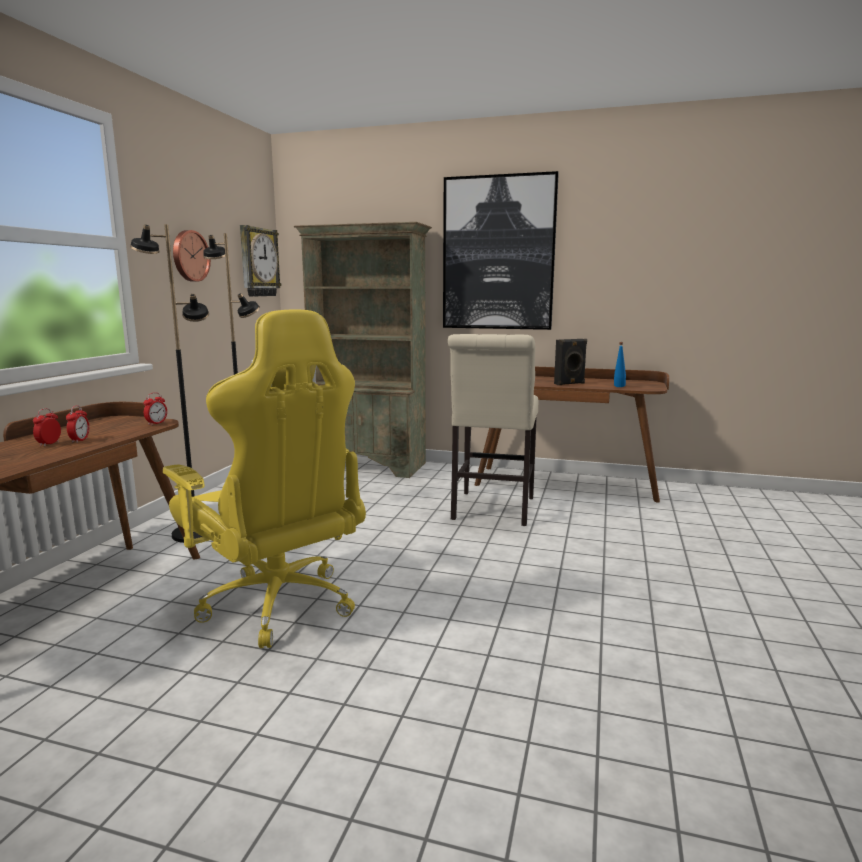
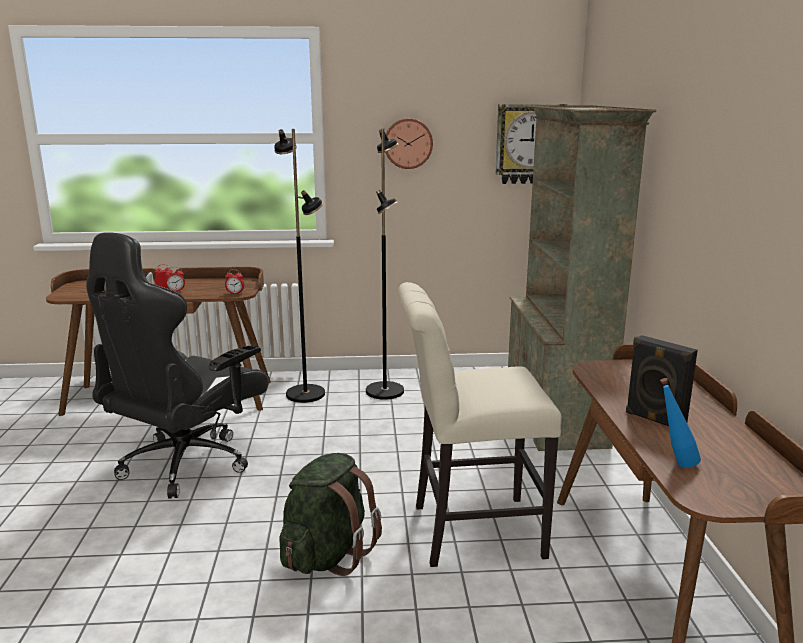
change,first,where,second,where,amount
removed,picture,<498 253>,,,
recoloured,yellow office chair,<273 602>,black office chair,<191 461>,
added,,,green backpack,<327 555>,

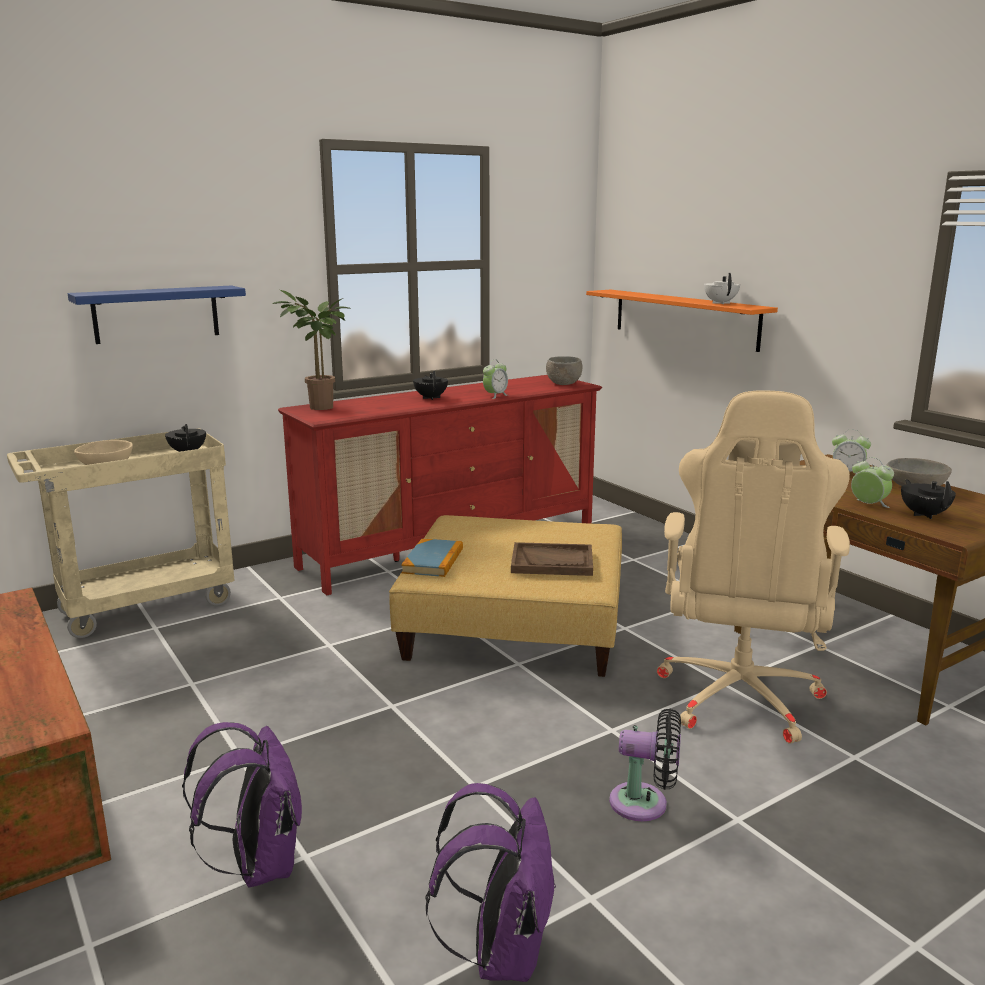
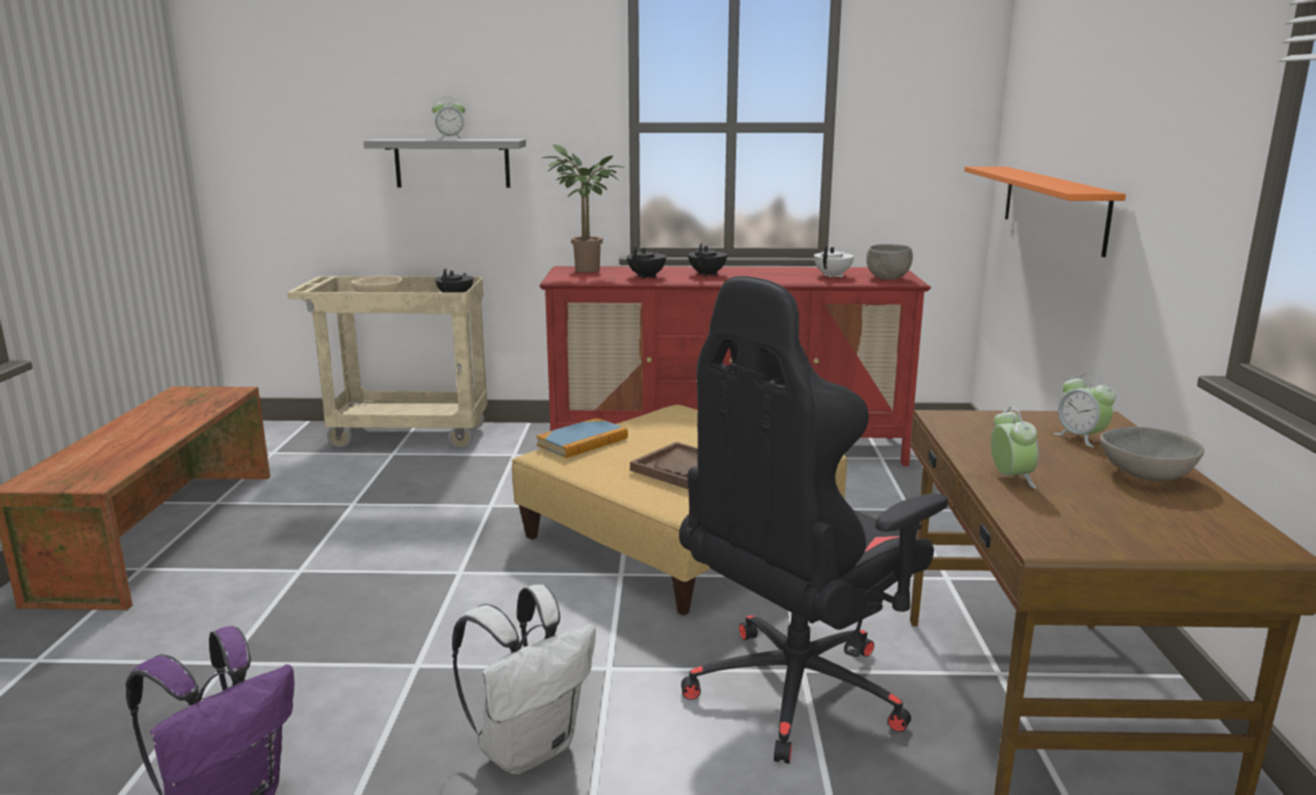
change,first,where,second,where,amount
moved,white teapot,<720 303>,,<833 276>,
recoloured,blue shelf,<156 314>,grey shelf,<452 163>,
moved,alarm clock,<495 396>,,<450 139>,
recoloured,beige office chair,<738 697>,black office chair,<797 690>,
moved,black teapot,<924 514>,,<647 276>,
replaced,black fan,<645 803>,white backpack,<528 747>,
removed,purple backpack,<258 864>,,,

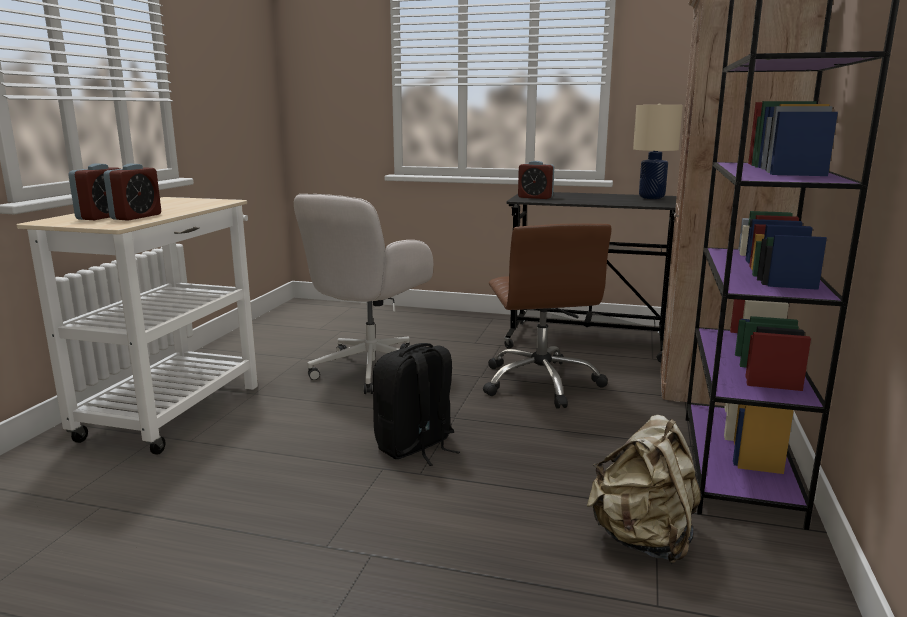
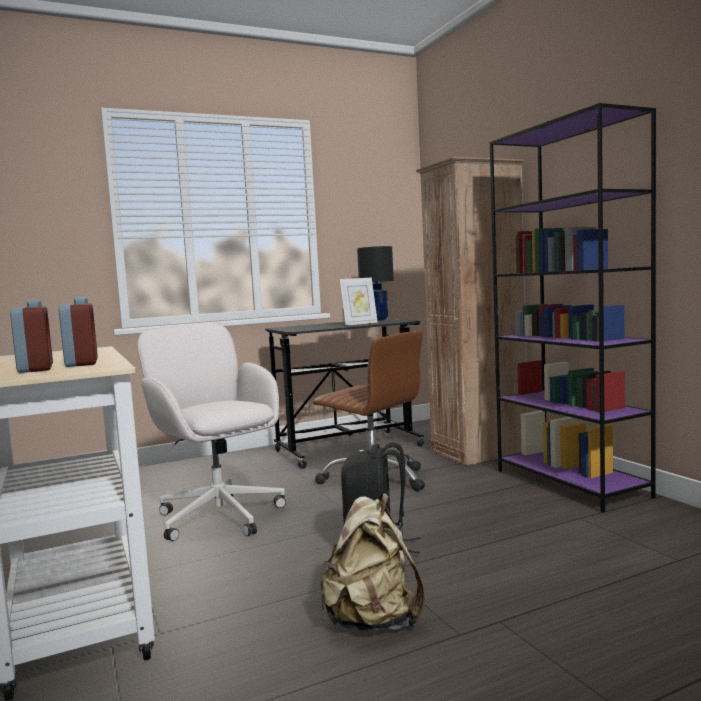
change,first,where,second,where,amount
recoloured,beige table lamp,<652 198>,black table lamp,<378 320>,
removed,alarm clock,<535 197>,,,
turned,white office chair,<371 370>,,<220 517>,150 degrees clockwise
moved,beige backpack,<643 540>,,<373 621>,
added,,,picture frame,<360 323>,

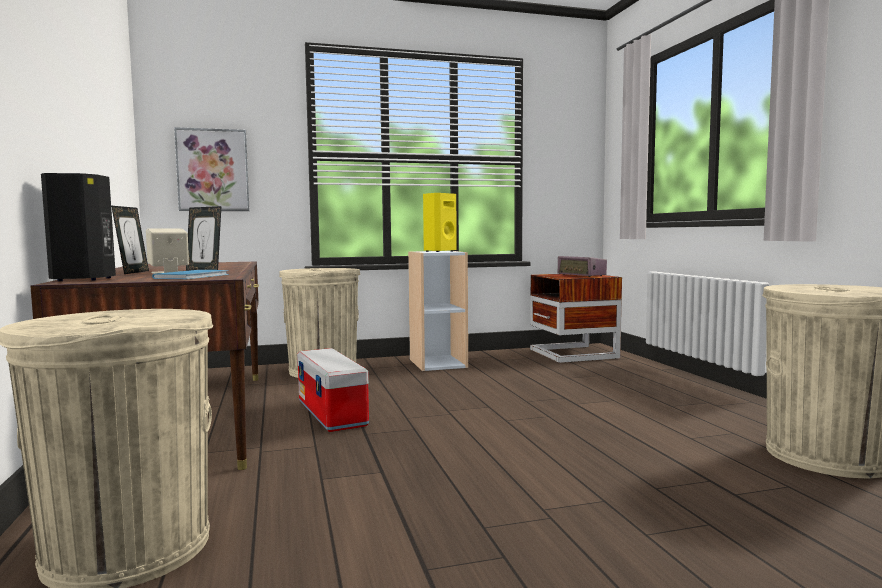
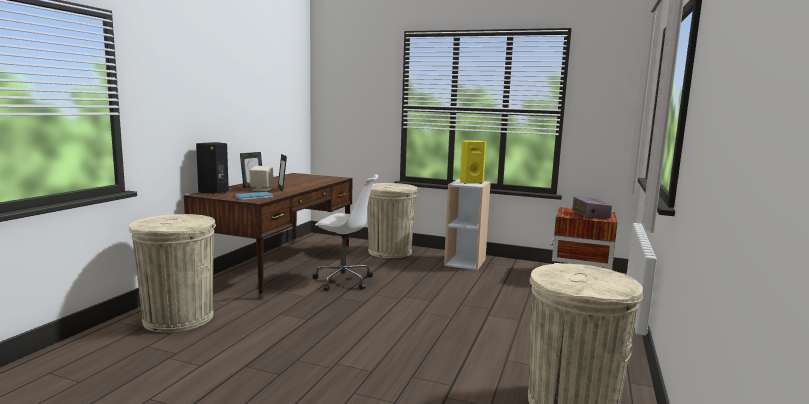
change,first,where,second,where,amount
removed,picture,<213 170>,,,
replaced,storage box,<332 413>,white office chair,<345 281>,

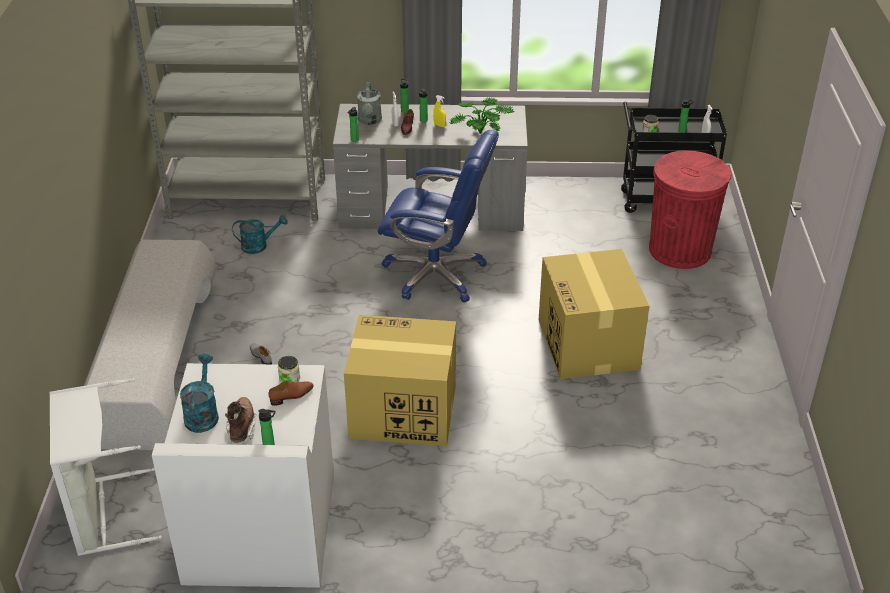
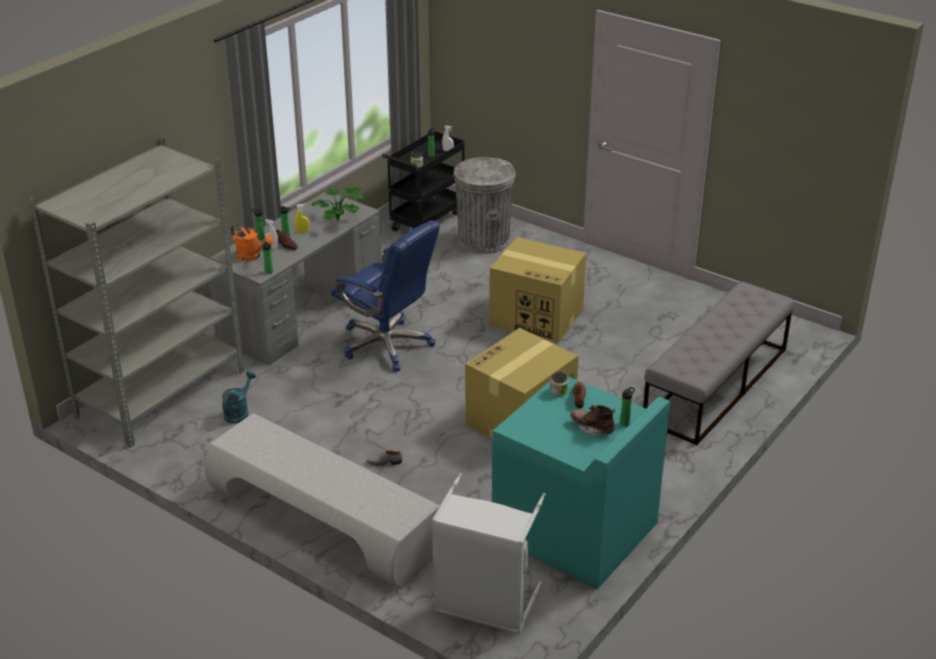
change,first,where,second,where,amount
recoloured,grey watering can,<370 121>,orange watering can,<252 256>,
turned,blue office chair,<436 275>,,<386 345>,75 degrees clockwise
recoloured,red trash can,<679 250>,grey trash can,<483 240>,
removed,turquoise watering can,<202 414>,,,
recoloured,white washing machine,<259 527>,turquoise washing machine,<573 530>,
added,,,grey bench,<716 385>,

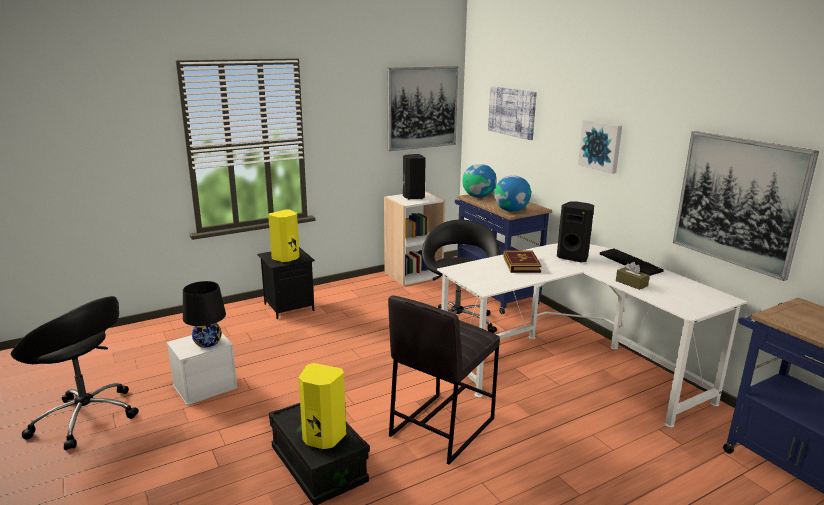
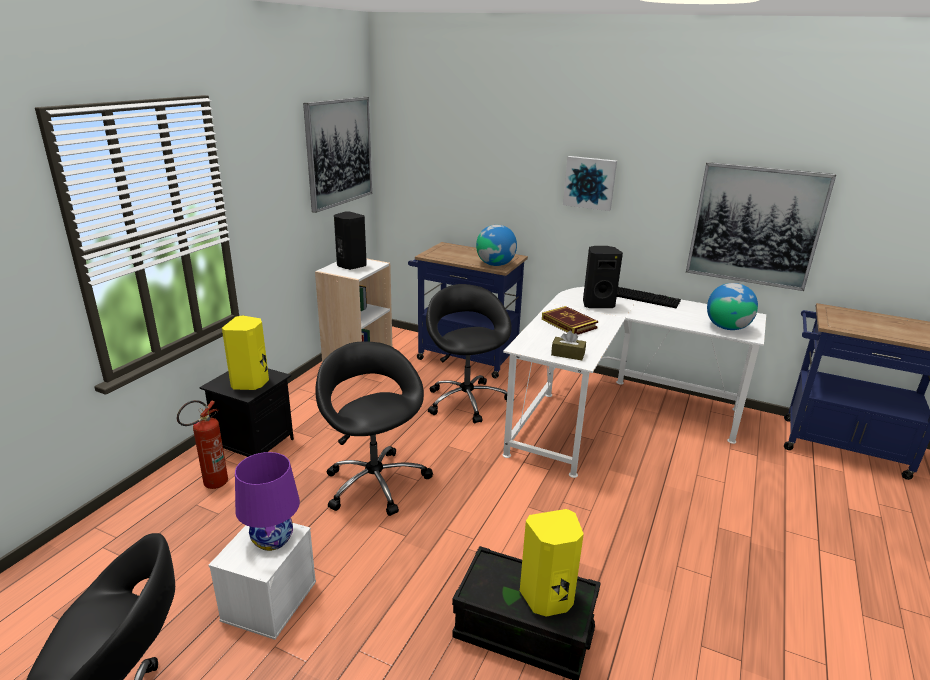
change,first,where,second,where,amount
removed,picture,<512 112>,,,
moved,globe,<478 196>,,<727 327>,
moved,brown tissue box,<631 283>,,<568 354>,
recoloured,black table lamp,<208 342>,purple table lamp,<273 539>,
removed,grey stool,<441 427>,,,
added,,,black office chair,<375 483>,
added,,,fire extinguisher,<211 485>,

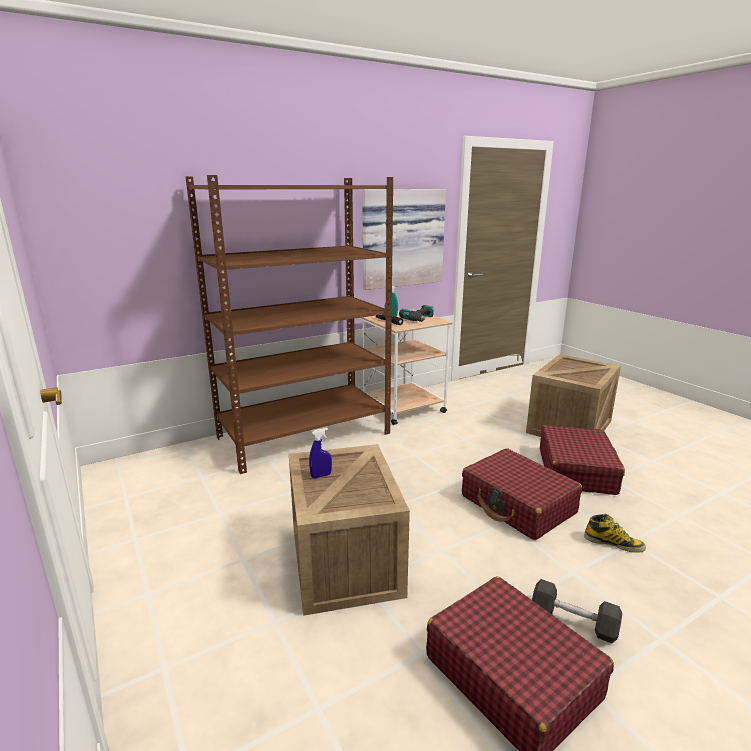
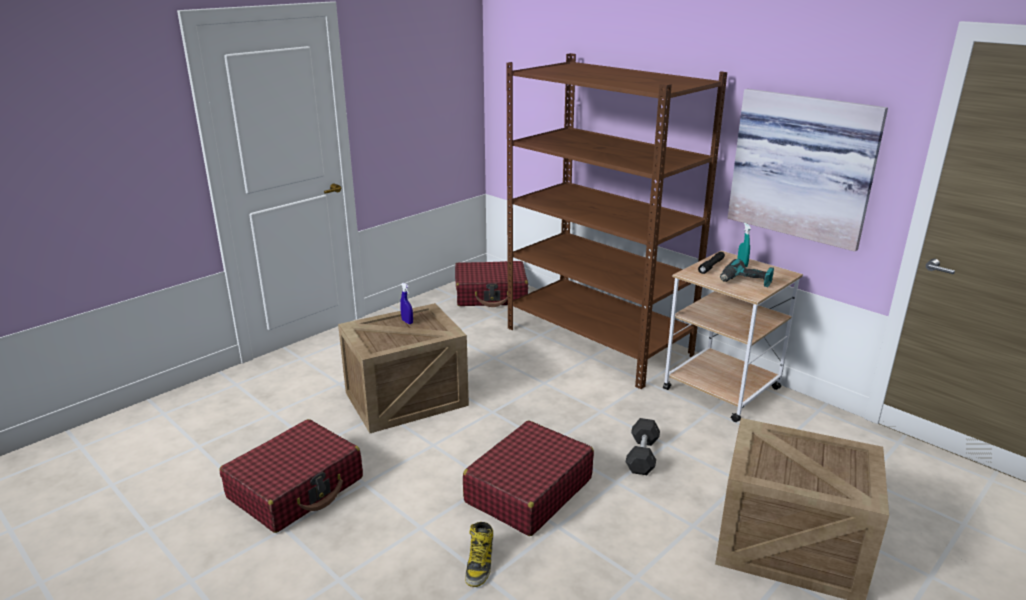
change,first,where,second,where,amount
moved,red suitcase,<576 470>,,<491 295>,
moved,grey dumbbell,<573 621>,,<642 455>,

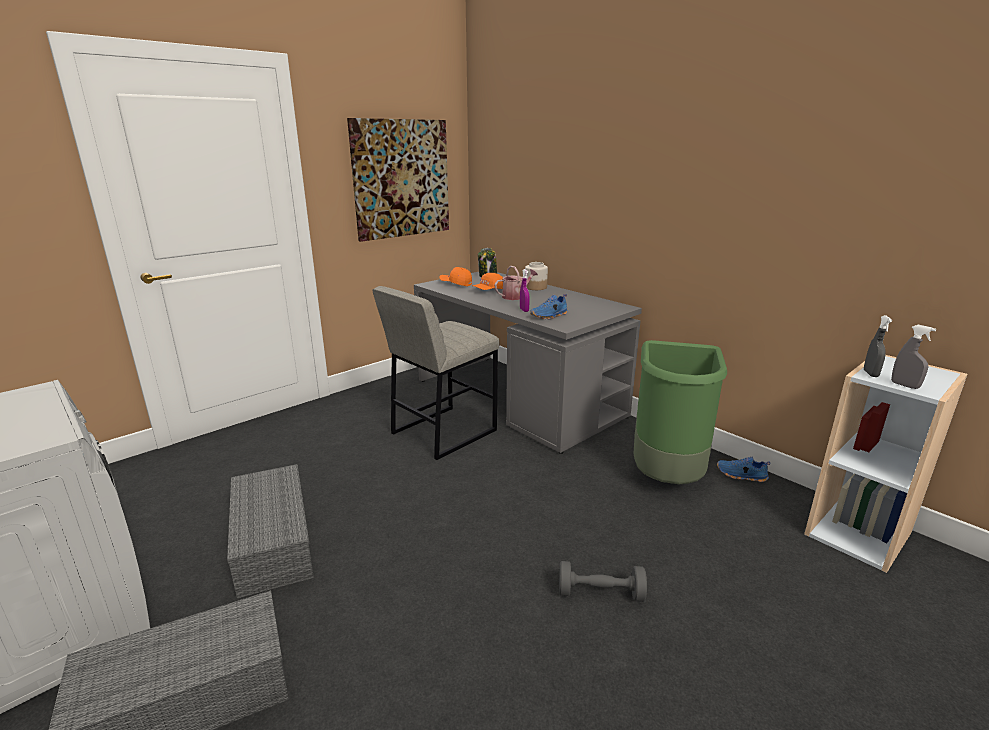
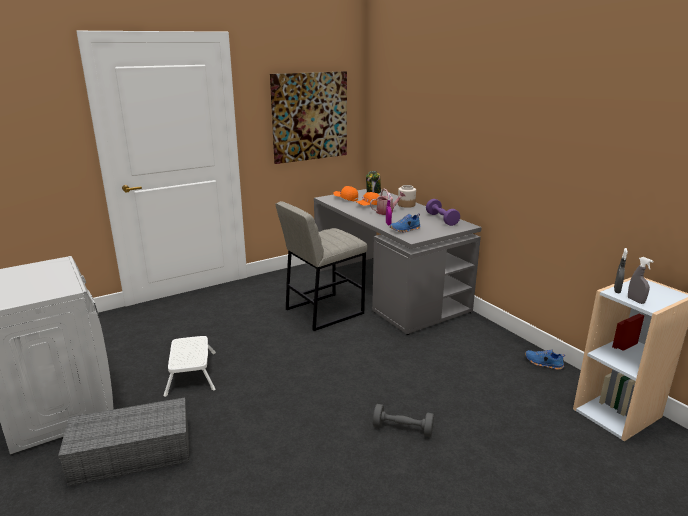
change,first,where,second,where,amount
removed,green trash can,<667 477>,,,
replaced,grey storage box,<271 541>,white step ladder,<191 373>,
added,,,purple dumbbell,<441 219>,

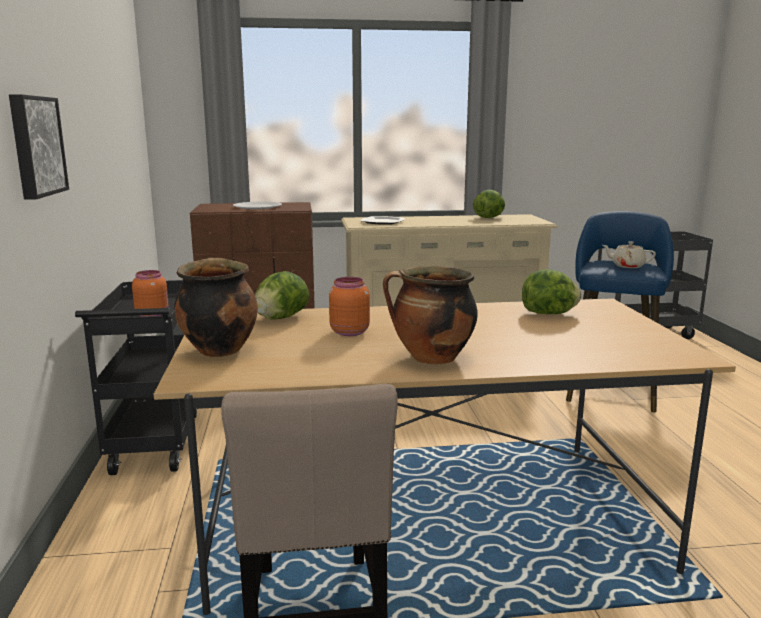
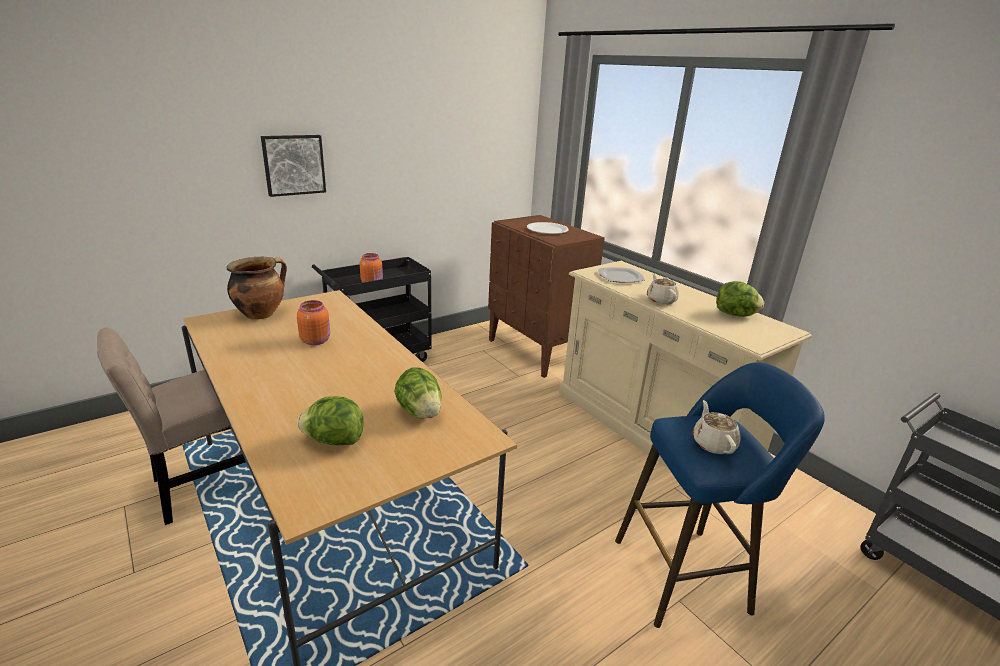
change,first,where,second,where,amount
removed,cooking pot,<431 359>,,,
moved,lettuce,<280 318>,,<334 441>,
added,,,beige teapot,<661 300>,

